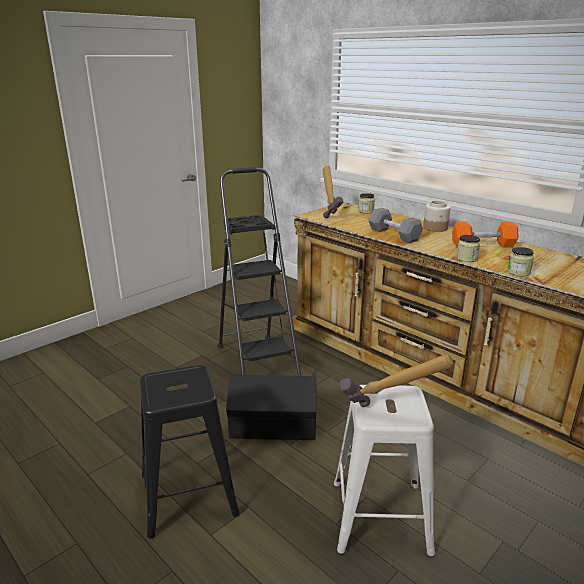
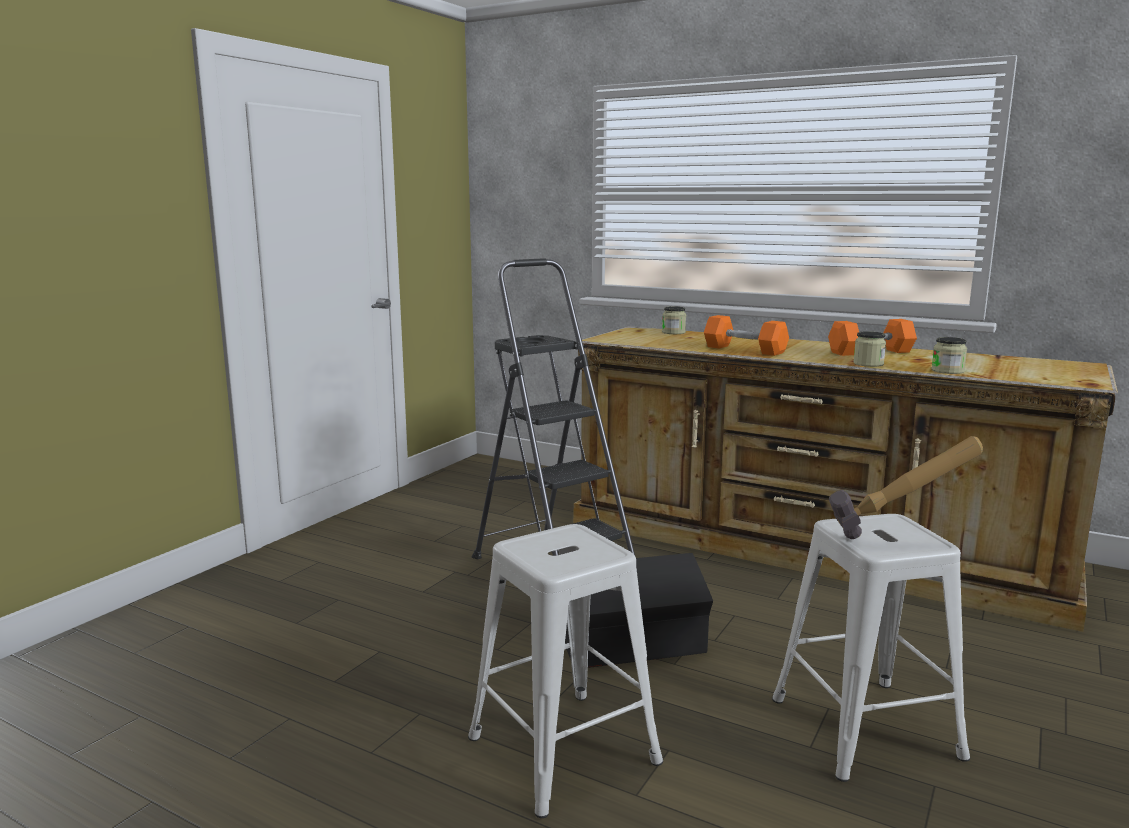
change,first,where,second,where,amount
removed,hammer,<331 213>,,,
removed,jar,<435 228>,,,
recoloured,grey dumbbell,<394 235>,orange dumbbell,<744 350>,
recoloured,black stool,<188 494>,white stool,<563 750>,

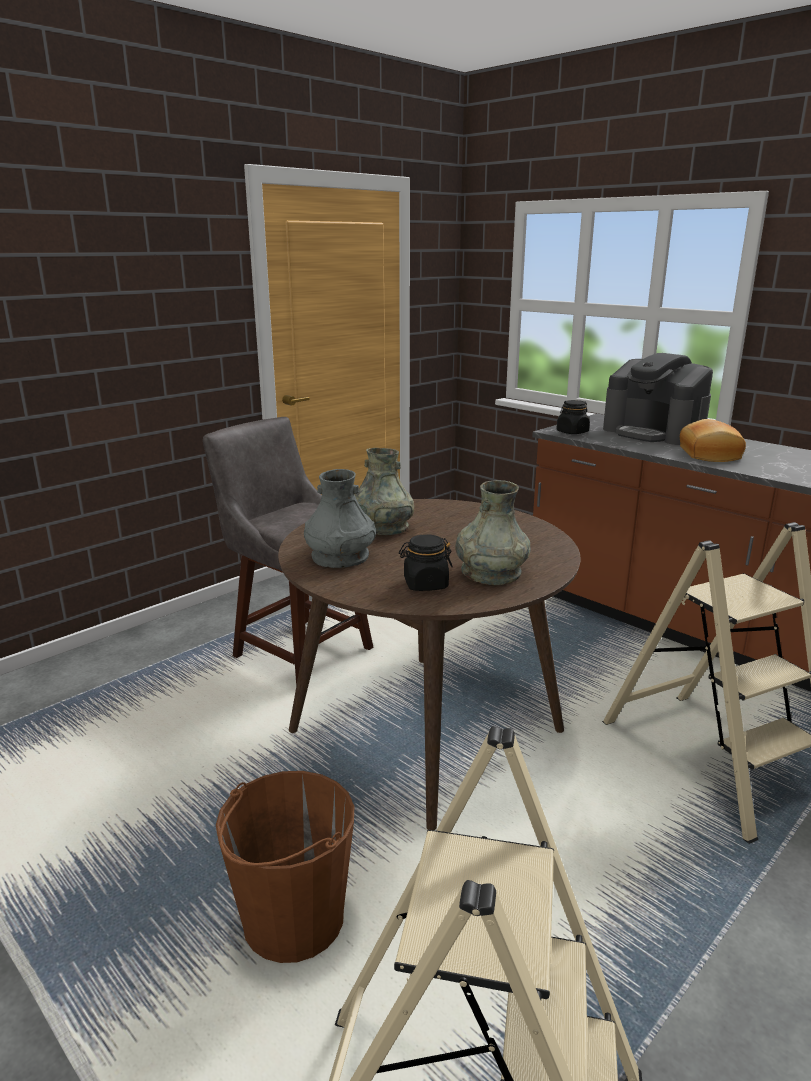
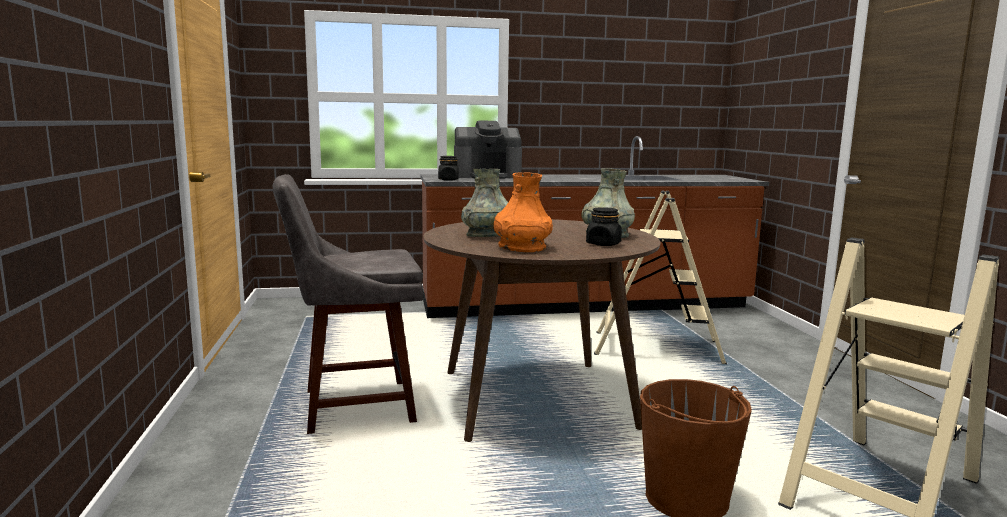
change,first,where,second,where,amount
removed,bread,<707 454>,,,
recoloured,grey vase,<340 556>,orange vase,<522 247>,

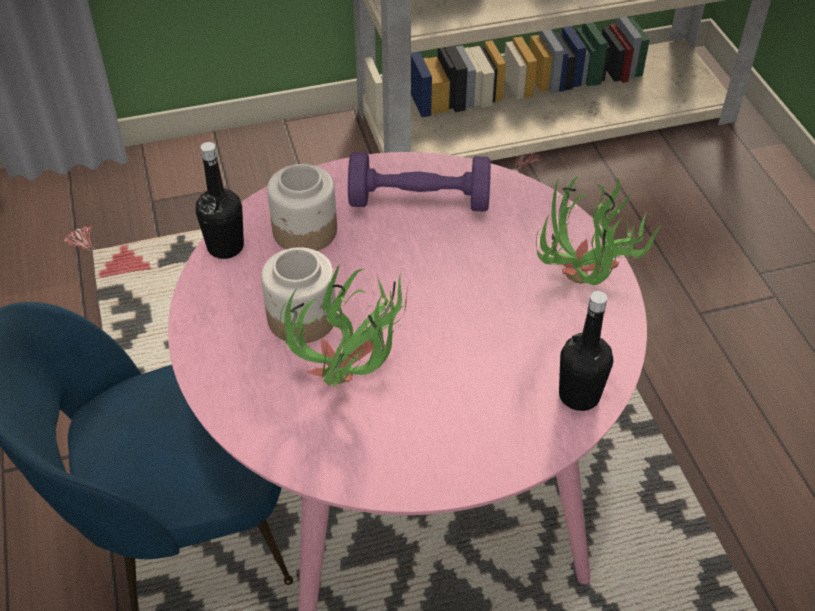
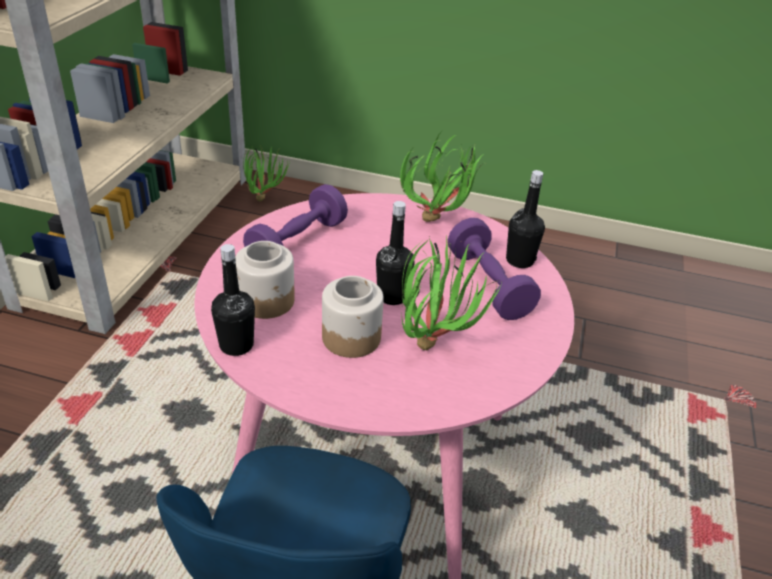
change,first,where,second,where,amount
added,,,potted plant,<265 197>,
added,,,black bottle,<392 296>,
added,,,purple dumbbell,<488 285>,

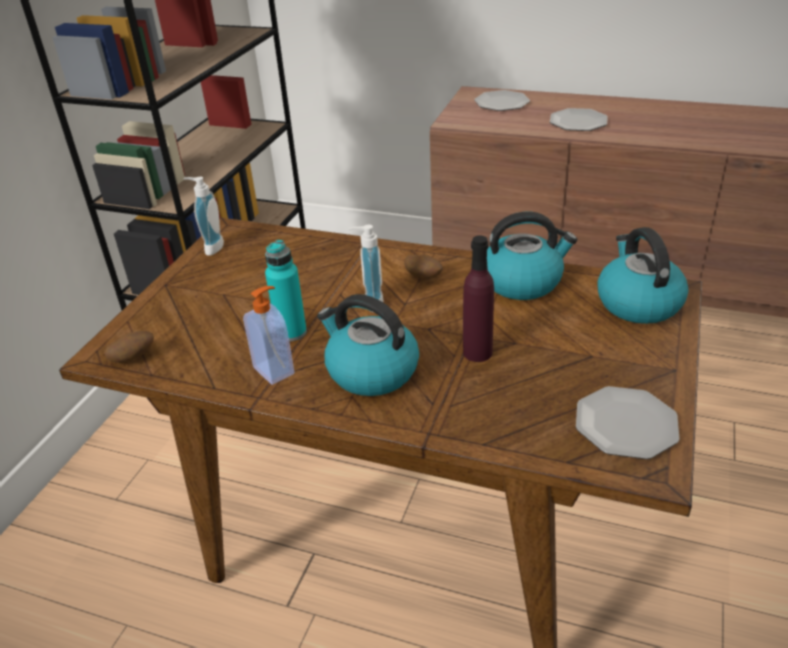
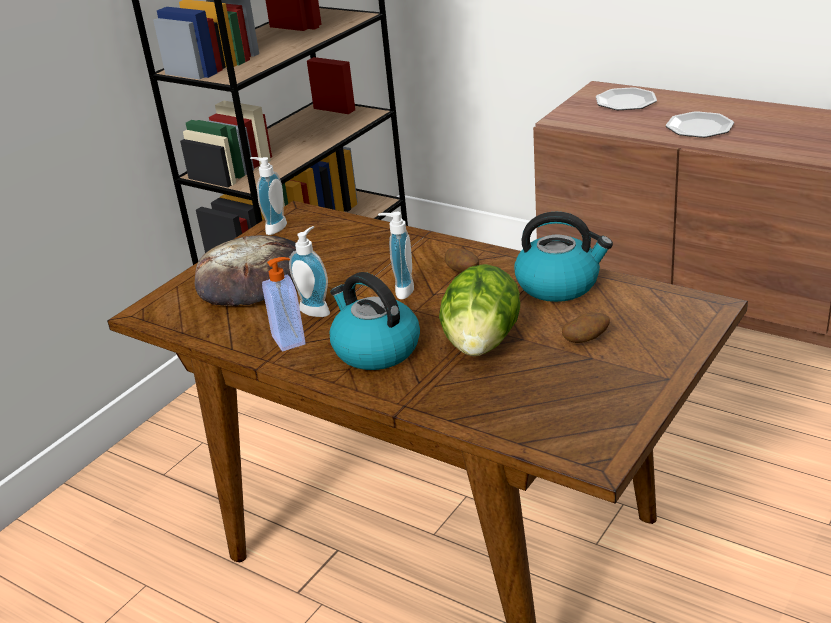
change,first,where,second,where,amount
removed,kettle,<637 303>,,,
replaced,purple bottle,<477 352>,lettuce,<482 344>,
replaced,turquoise bottle,<291 332>,soap dispenser,<317 309>,
moved,potato,<133 358>,,<585 340>,
removed,plate,<625 424>,,,
added,,,bread,<254 278>,

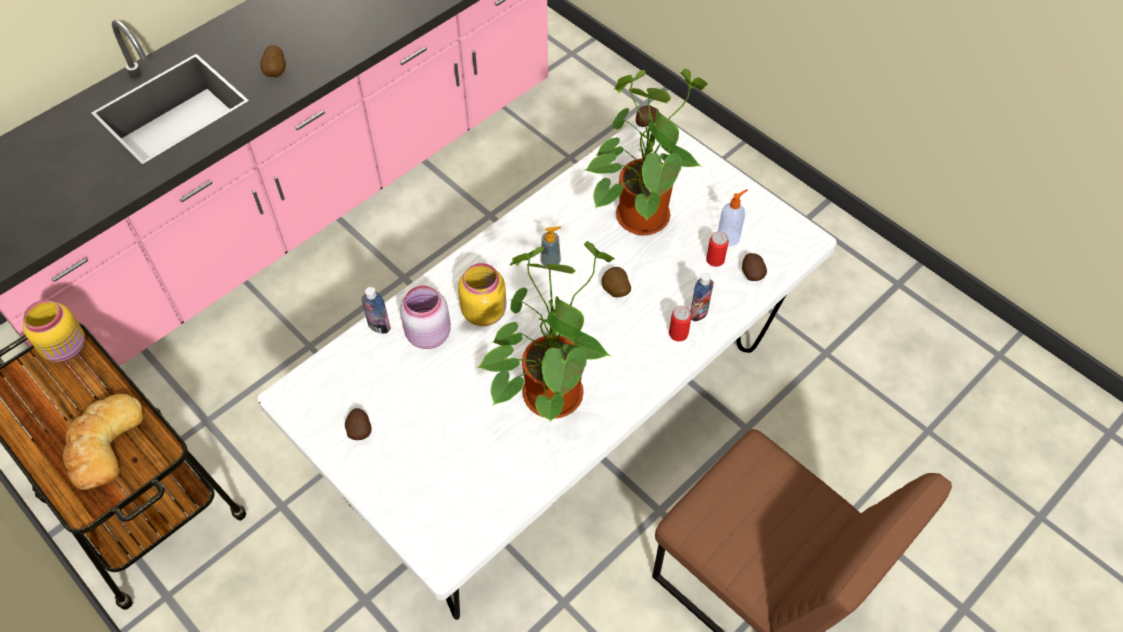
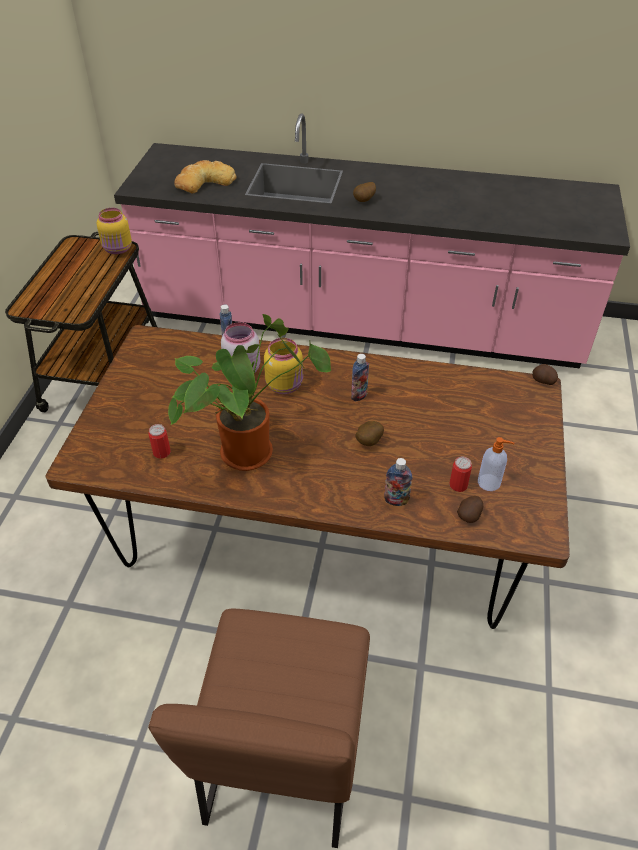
change,first,where,second,where,amount
removed,potted plant,<640 212>,,,
recoloured,white dining table,<560 423>,brown dining table,<320 540>,
replaced,soap dispenser,<550 262>,bottle,<359 395>,
moved,can,<678 333>,,<162 452>,
moved,bread,<102 444>,,<204 182>,
removed,potato,<359 429>,,,

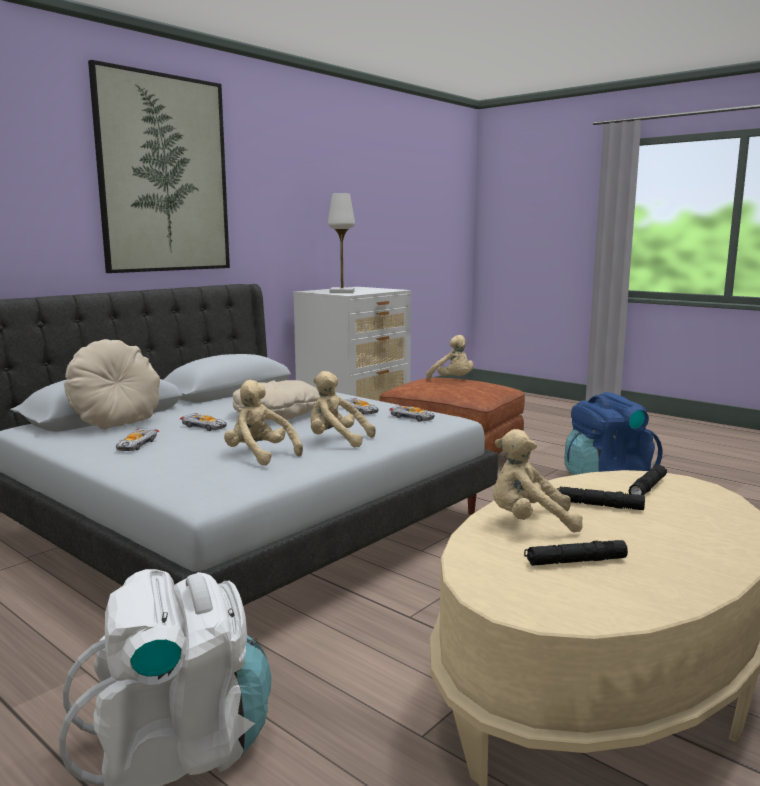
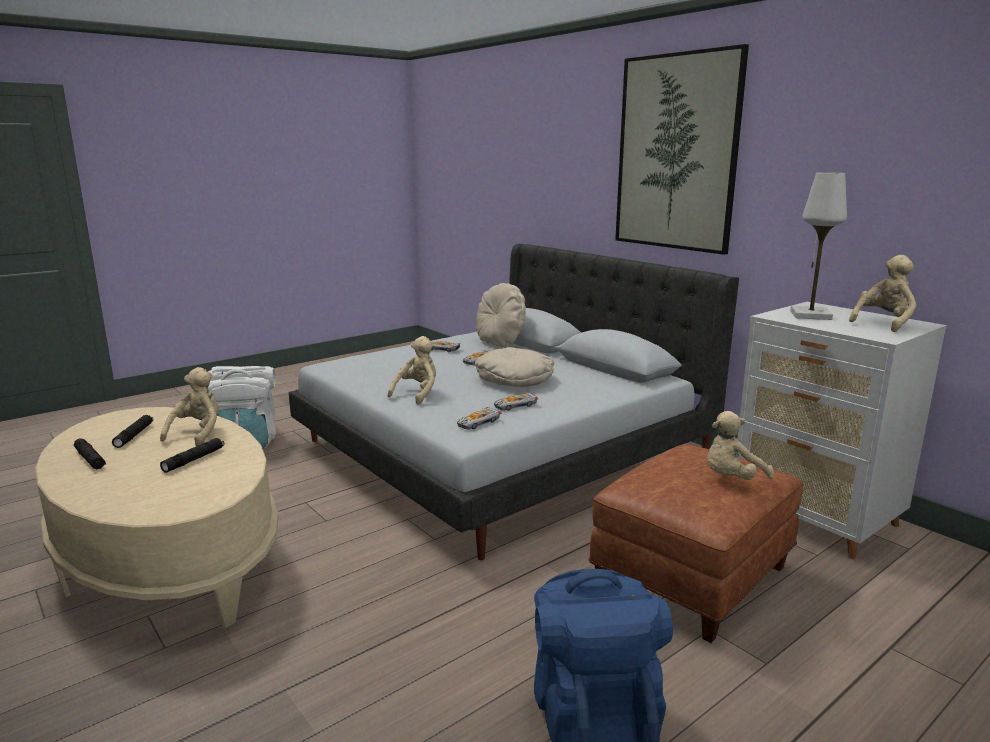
change,first,where,second,where,amount
moved,beige plush toy,<260 455>,,<883 323>,
moved,black flashlight,<647 487>,,<90 459>,

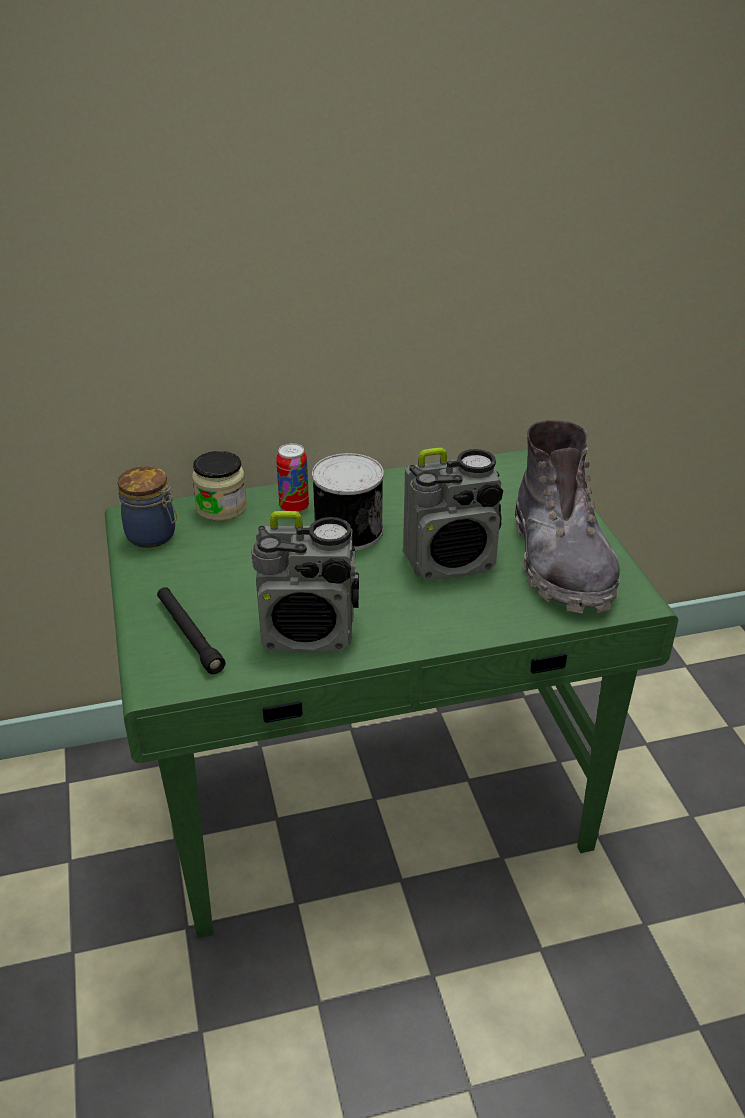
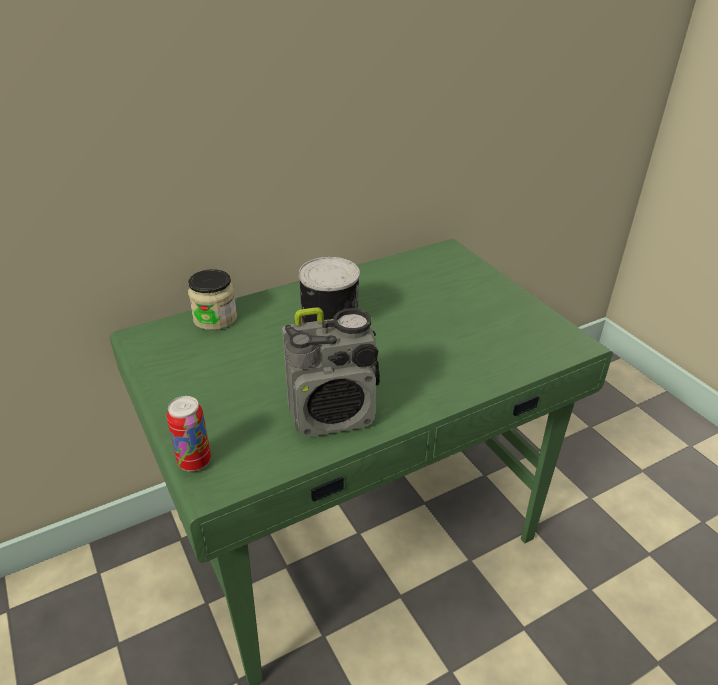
change,first,where,second,where,amount
removed,grey boot,<560 562>,,,
moved,can,<294 508>,,<194 462>,
removed,radio,<451 562>,,,
removed,jar,<153 536>,,,
removed,black flashlight,<189 635>,,,

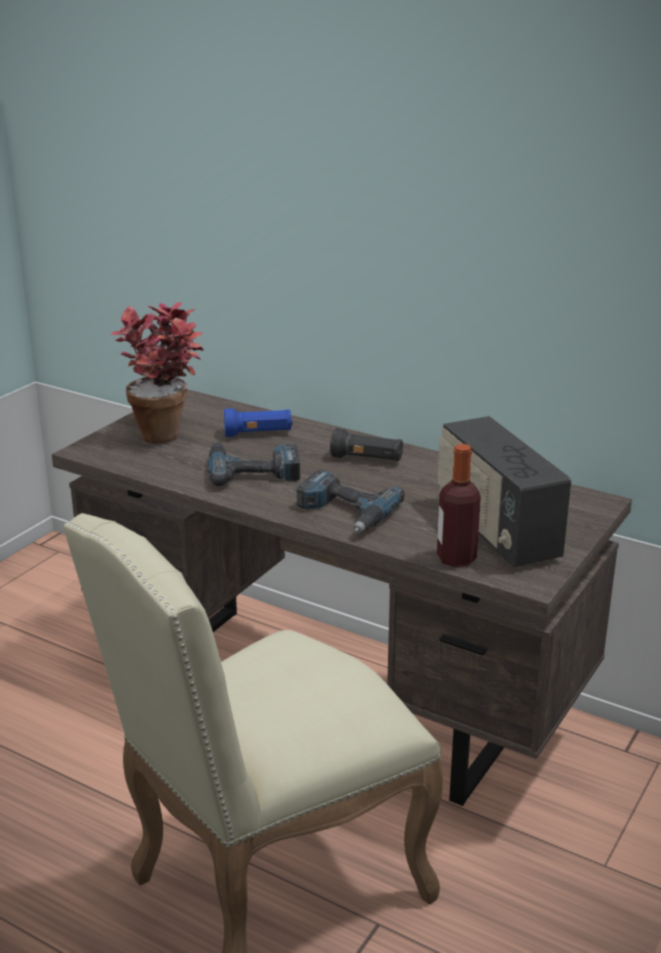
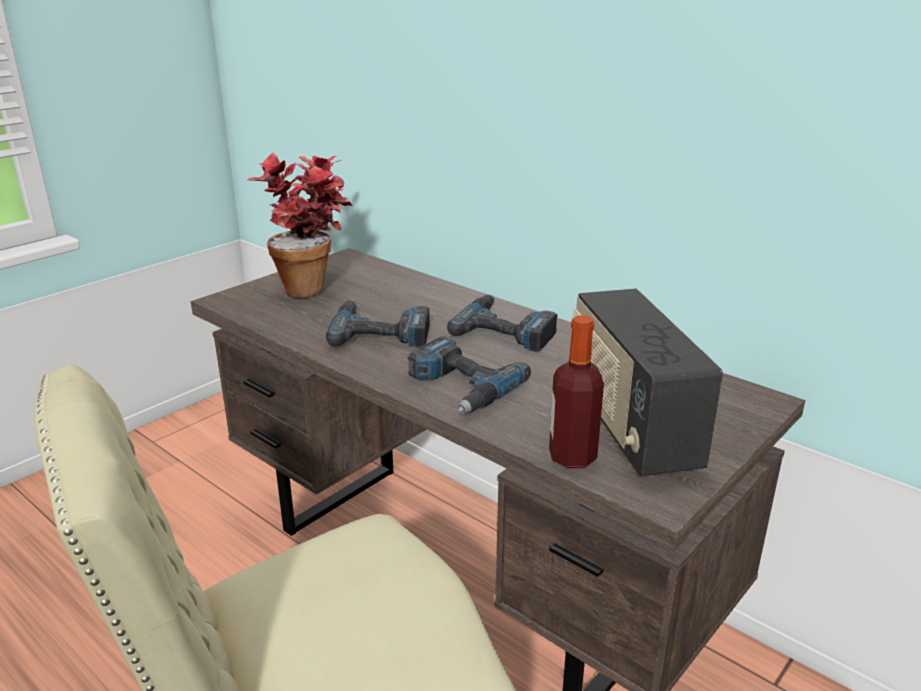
change,first,where,second,where,amount
removed,blue flashlight,<258 434>,,,
replaced,black flashlight,<367 459>,power drill,<506 330>,

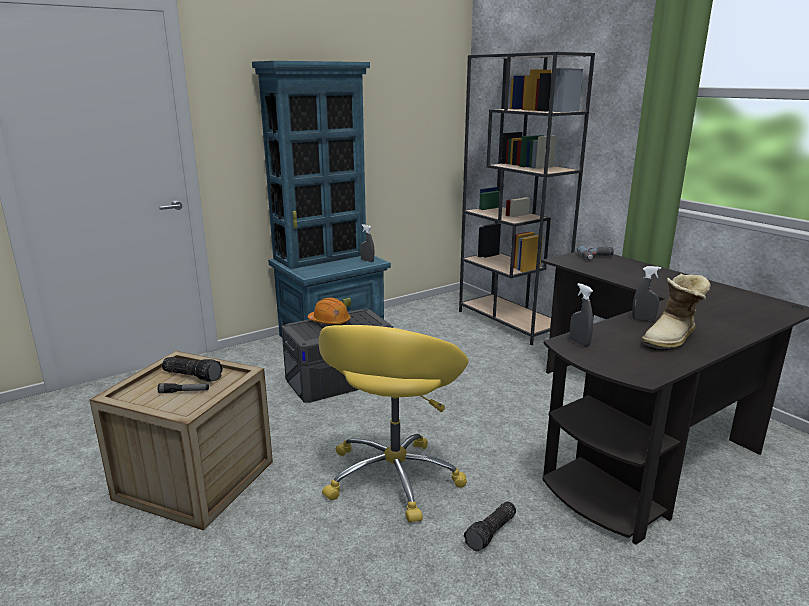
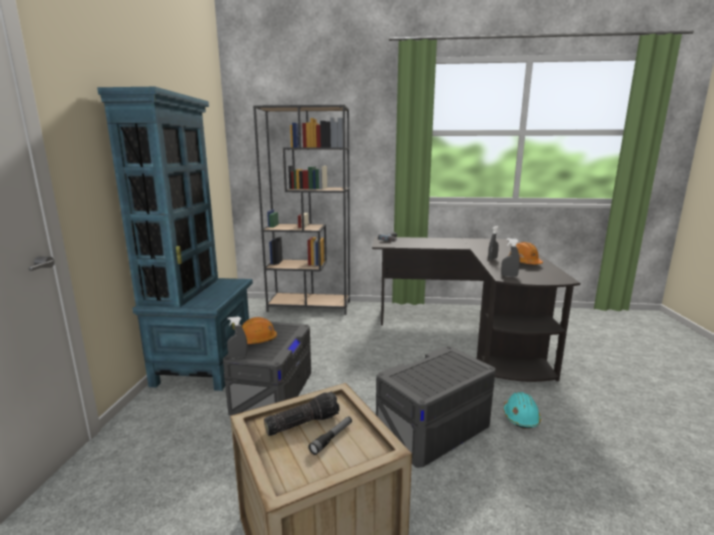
change,first,where,second,where,amount
moved,grey spray bottle,<367 261>,,<238 357>,
replaced,boot,<672 339>,orange hard hat,<524 263>,
replaced,yellow office chair,<392 480>,grey storage box,<433 428>,
replaced,flashlight,<492 533>,turquoise hard hat,<520 417>,

